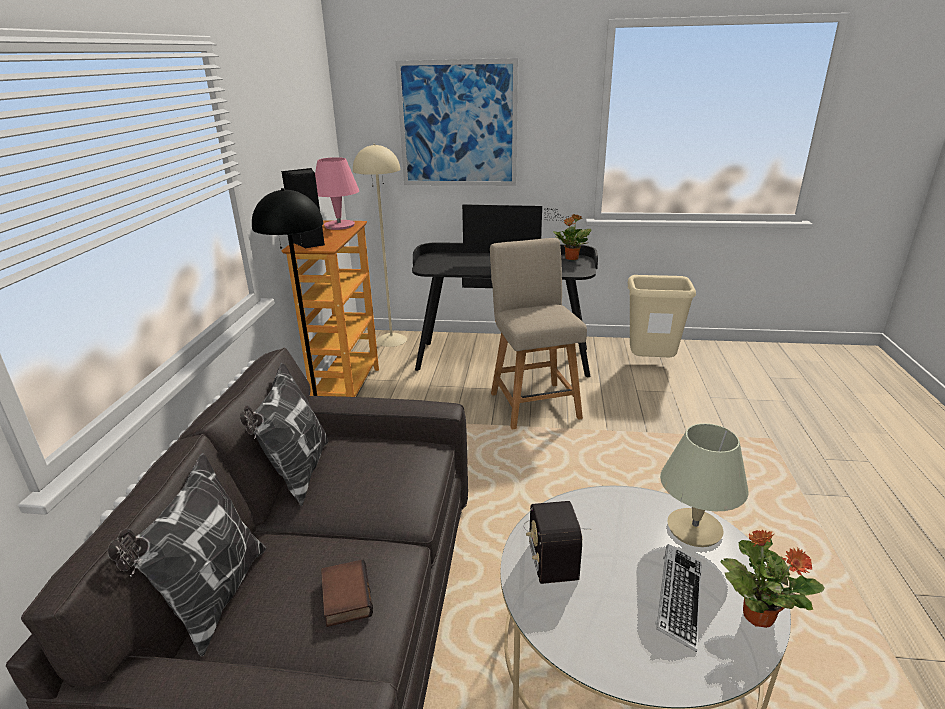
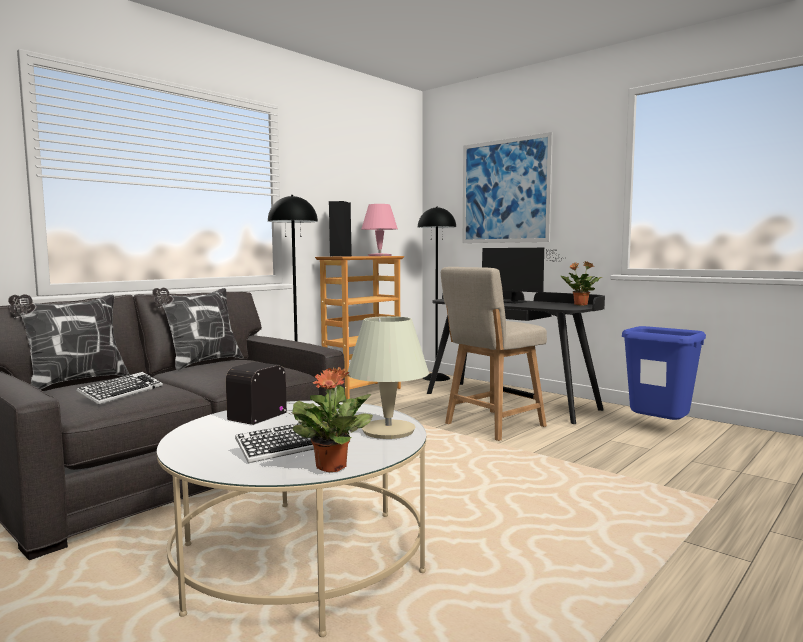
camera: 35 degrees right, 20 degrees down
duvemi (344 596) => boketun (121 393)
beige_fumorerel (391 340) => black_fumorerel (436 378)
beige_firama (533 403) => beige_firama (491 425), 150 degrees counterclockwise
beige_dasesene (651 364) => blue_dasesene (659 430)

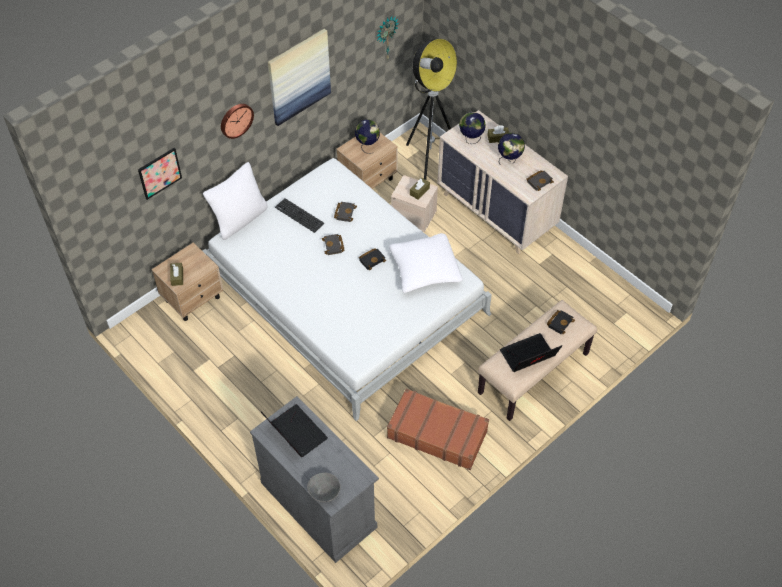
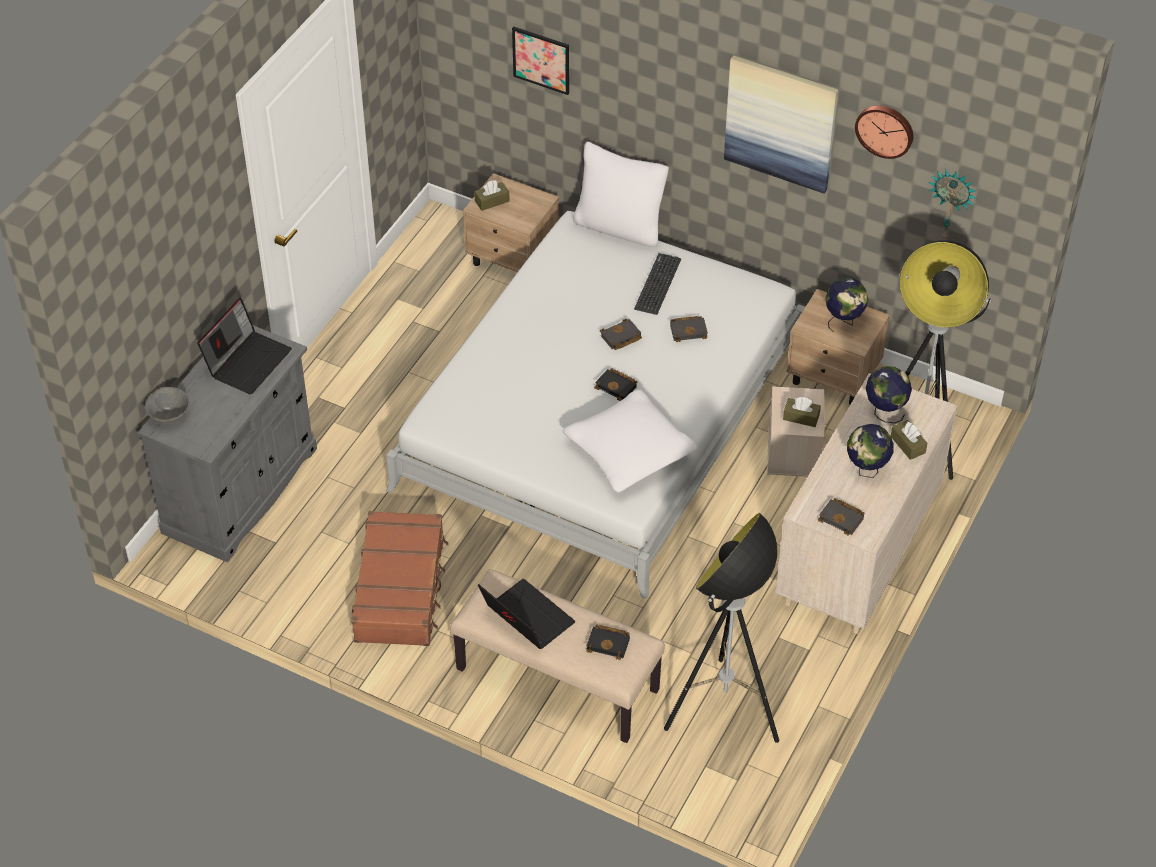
camera: 70 degrees right, 5 degrees down
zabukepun (235 120) => zabukepun (885 130), moved
nothing => fumorerel (724 712)

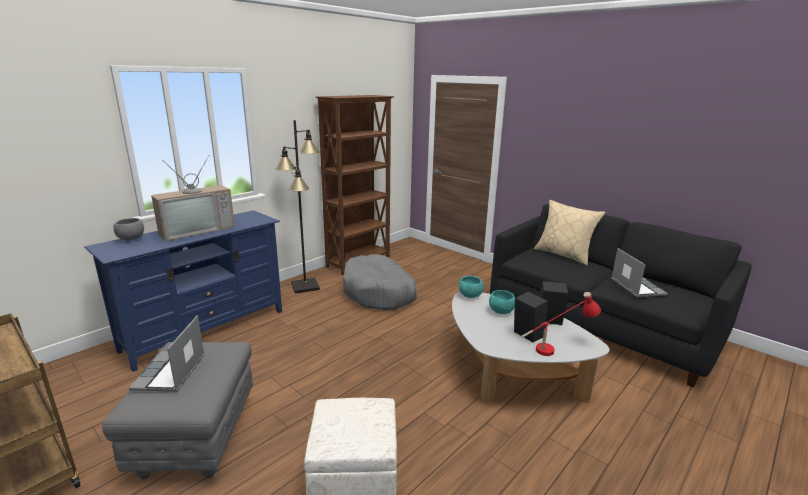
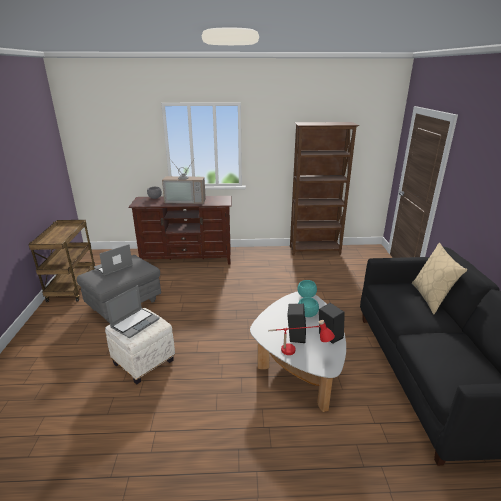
camera: 45 degrees right, 5 degrees up
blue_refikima (206 329) => brown_refikima (187 259)
black_fumorerel (305 286) => nothing
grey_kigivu (379 292) => nothing
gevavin (636 287) => gevavin (135 323), moved

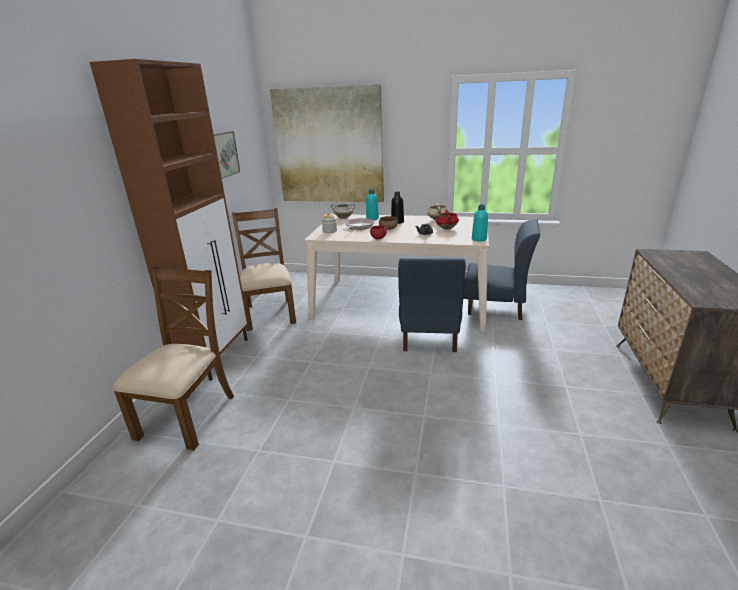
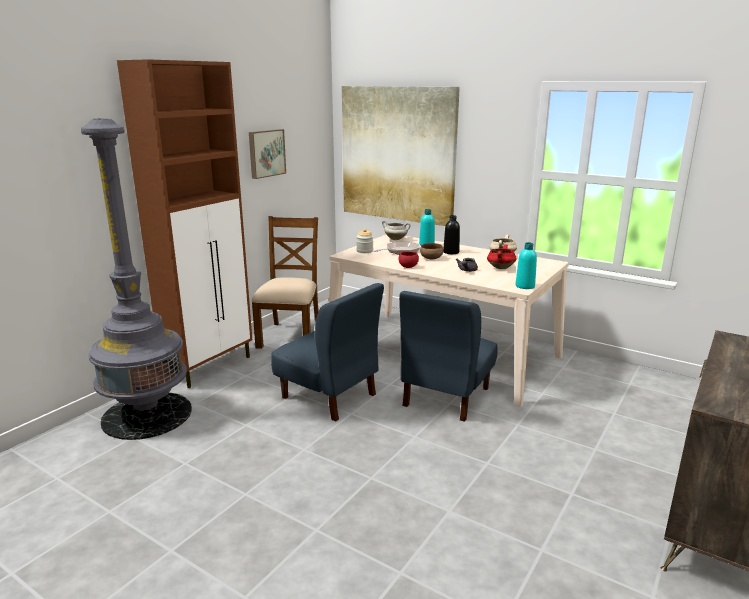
camera: 20 degrees right, 5 degrees down
brown_firama (188 416) => grey_fumorerel (147 415)
blue_firama (495 307) => blue_firama (329 396), moved

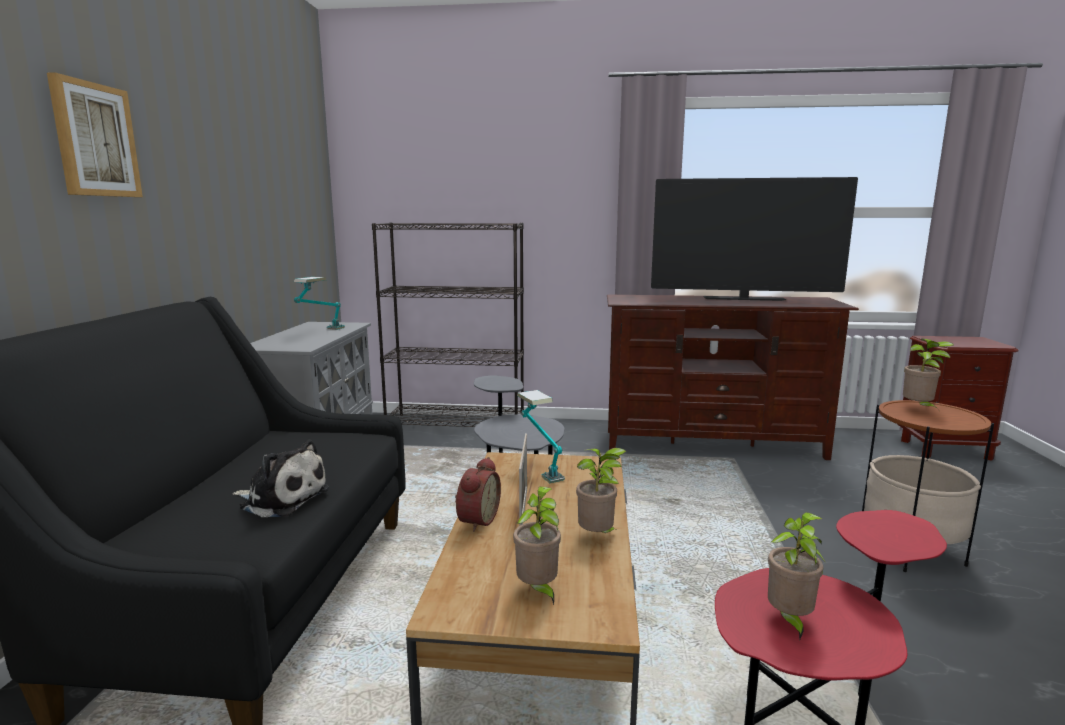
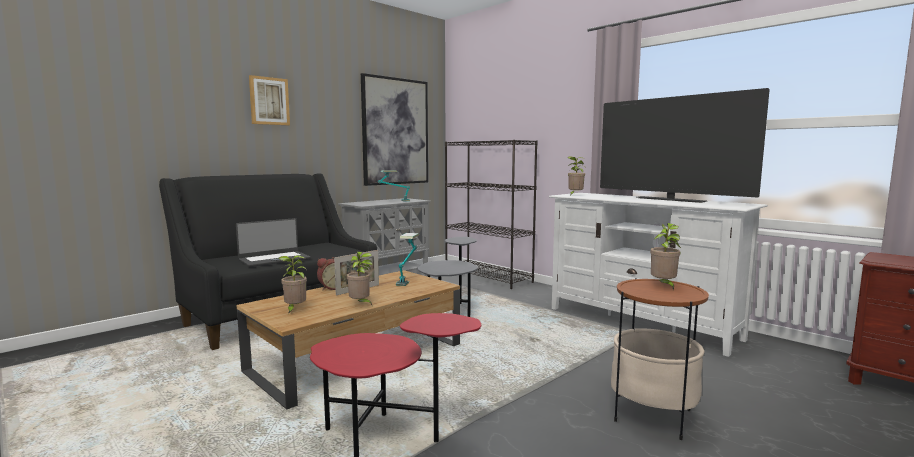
camera: 40 degrees right, 5 degrees down
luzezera (282 498) => gevavin (274 259)
brown_refikima (712 444) => white_refikima (641 323)
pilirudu (789 621) => pilirudu (574 195), moved
nothing => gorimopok (395 131)

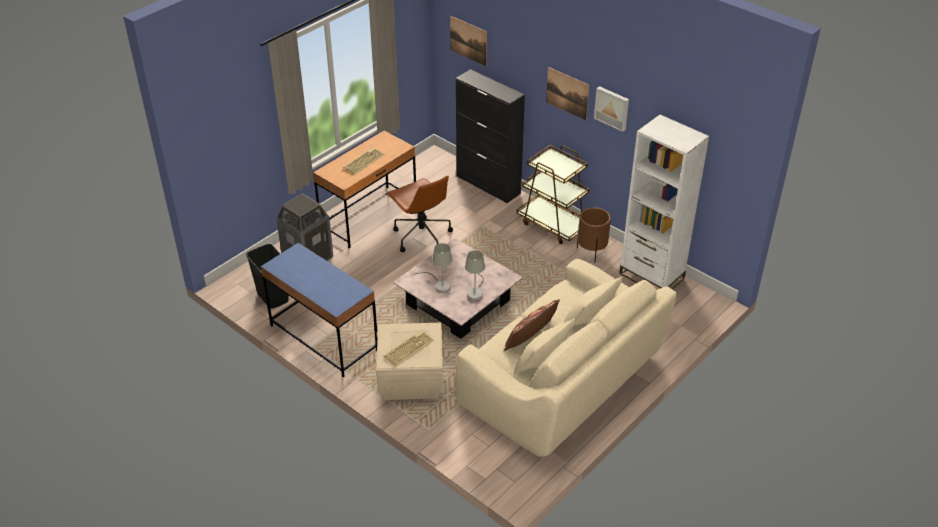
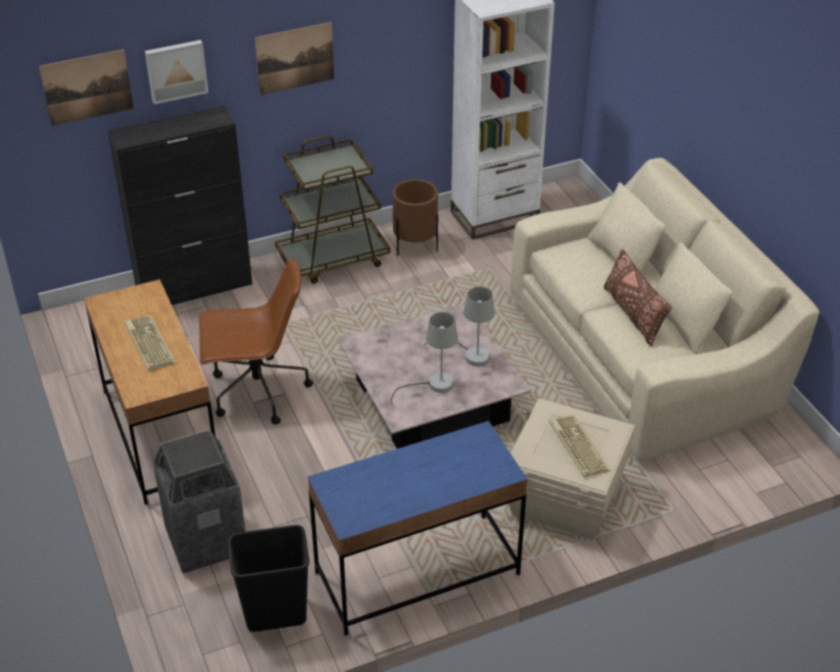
camera: 65 degrees left, 0 degrees up
gorimopok (612 108) => gorimopok (176 70), moved

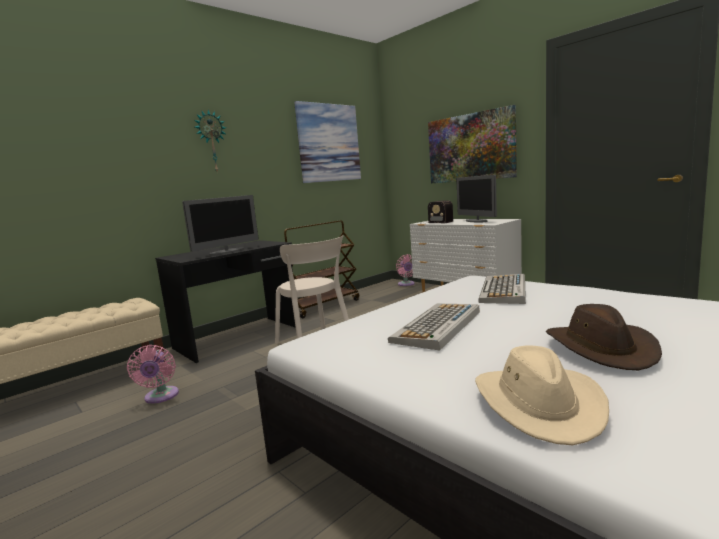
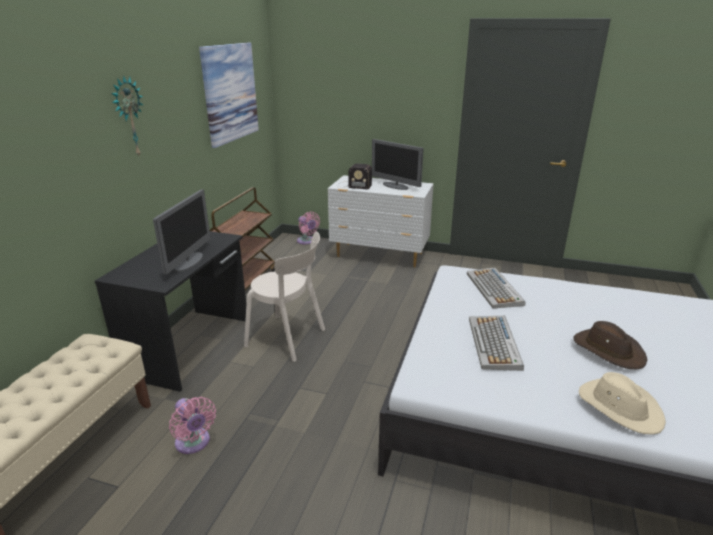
camera: 30 degrees left, 15 degrees up
gorimopok (470 147) => nothing

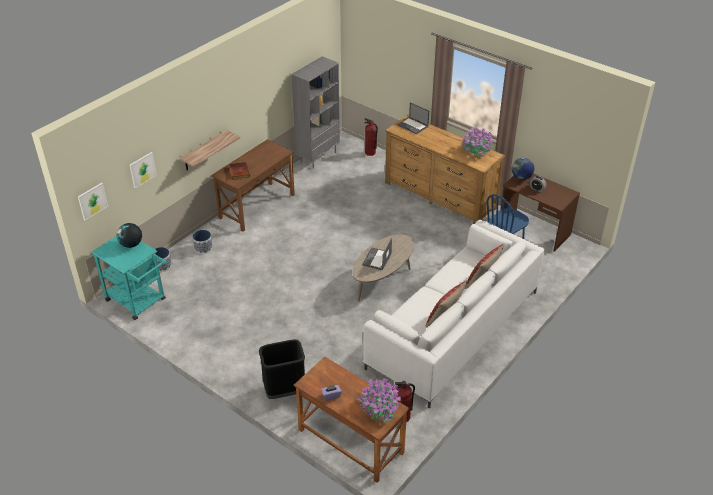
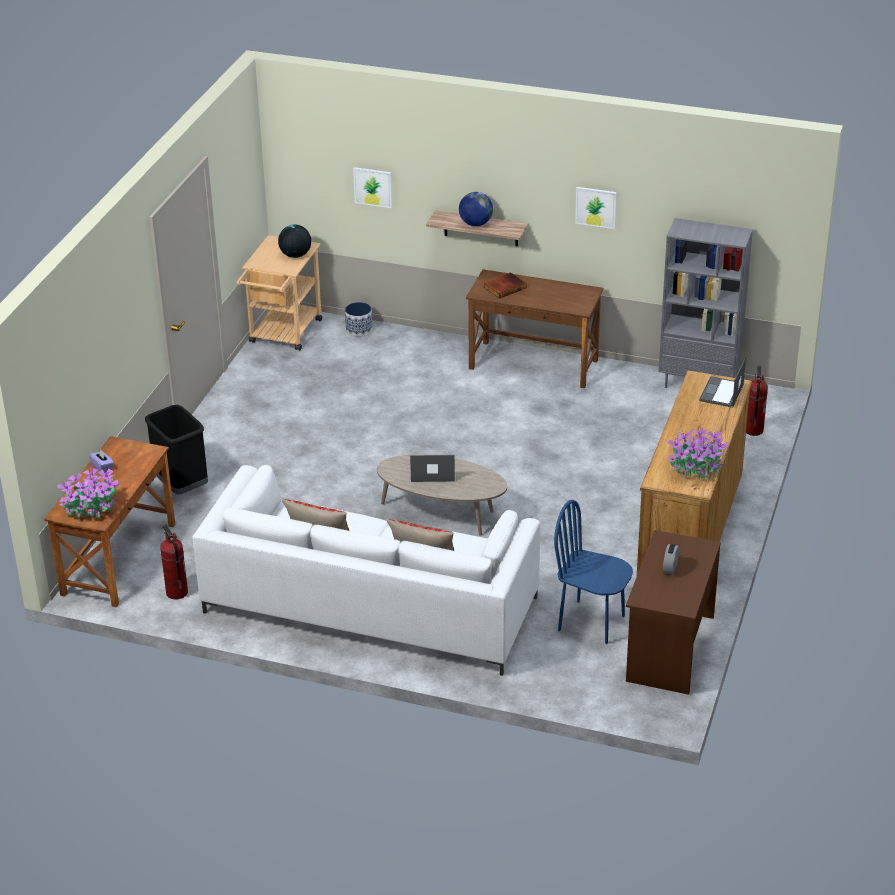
camera: 70 degrees right, 5 degrees down
gorimopok (92 201) => gorimopok (596 207), moved
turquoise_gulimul (139 302) => beige_gulimul (283 334)
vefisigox (203 248) => nothing
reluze (521 177) => reluze (475 224), moved

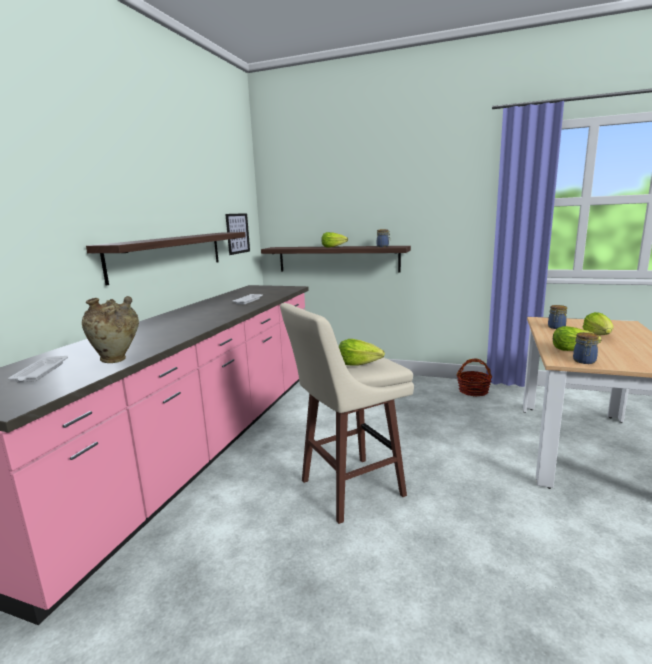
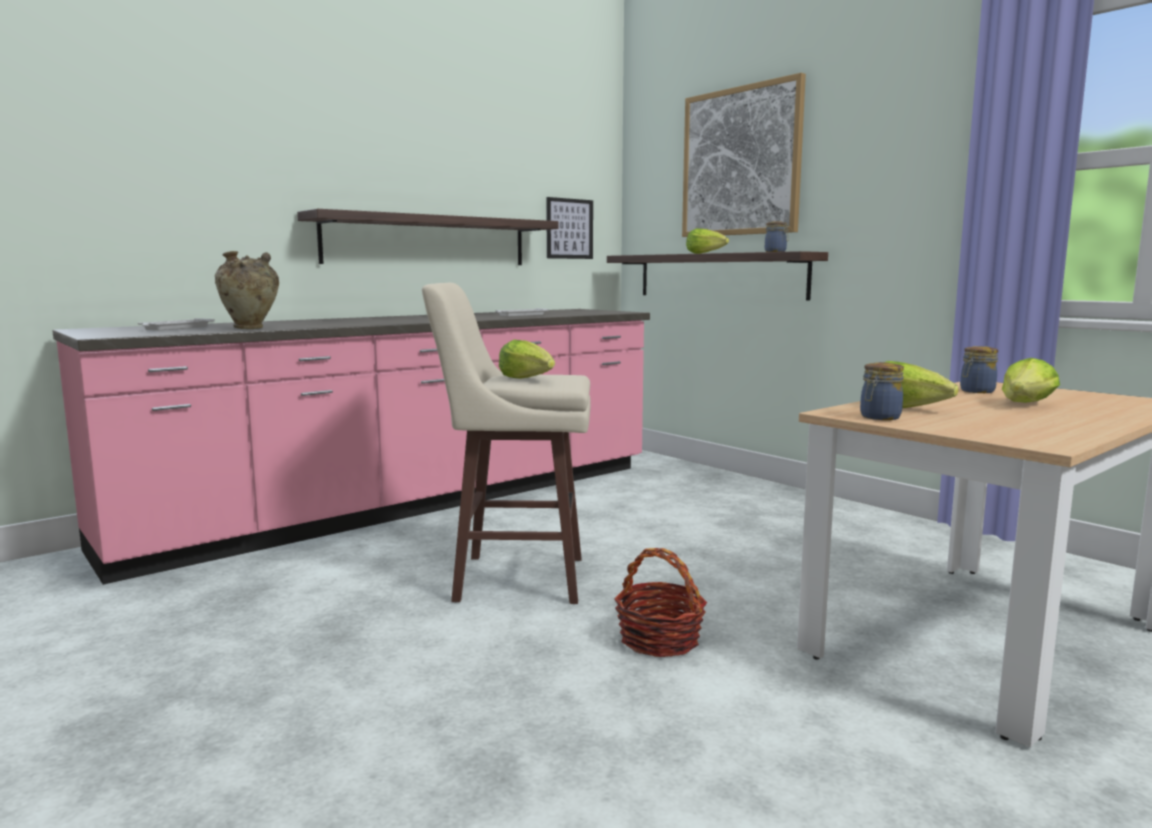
camera: 30 degrees right, 5 degrees down
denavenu (473 391) => denavenu (659 640), moved
nothing => gorimopok (741 162)

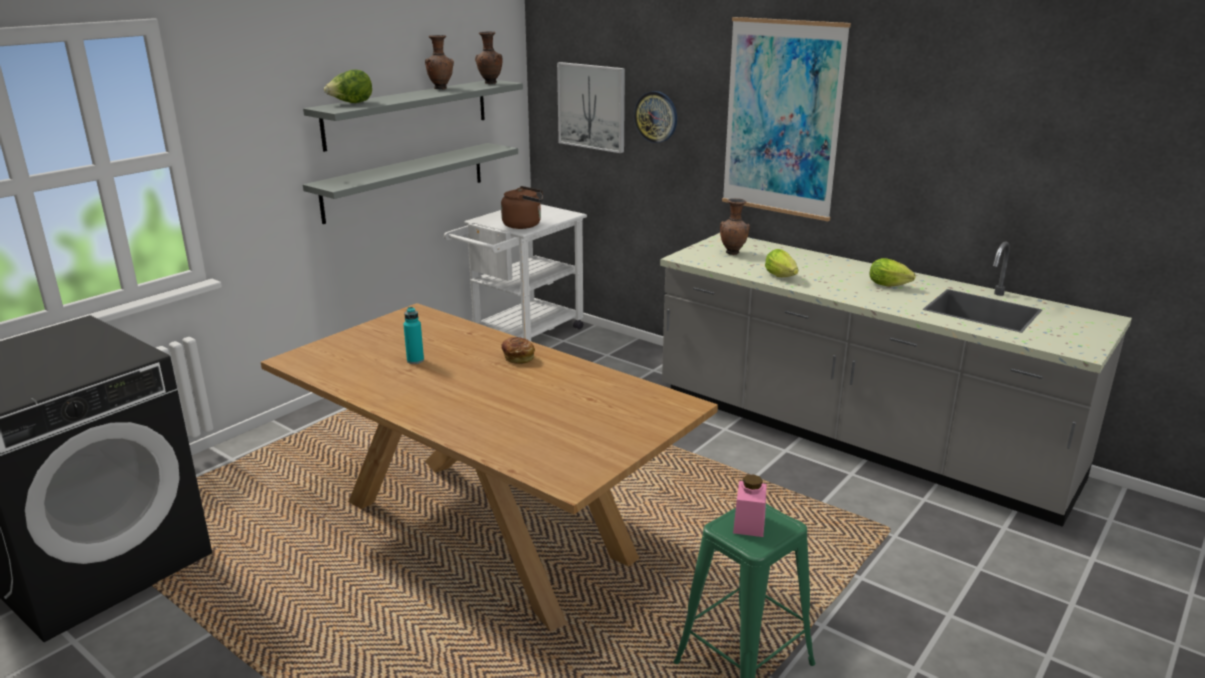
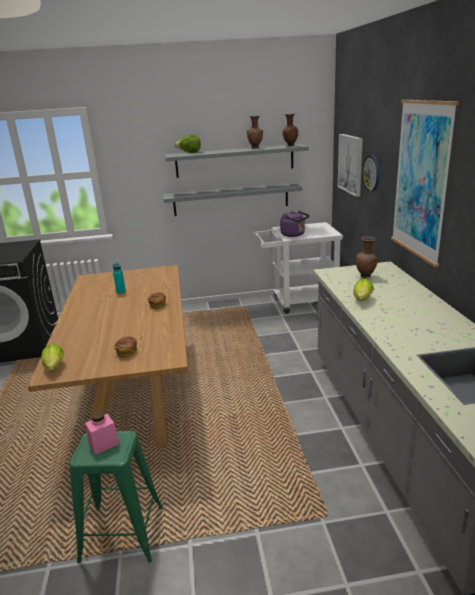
camera: 45 degrees right, 0 degrees up
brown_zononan (524 225) => purple_zononan (294 235)
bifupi (891 286) => bifupi (54 368), moved
nothing => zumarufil (127 352)

